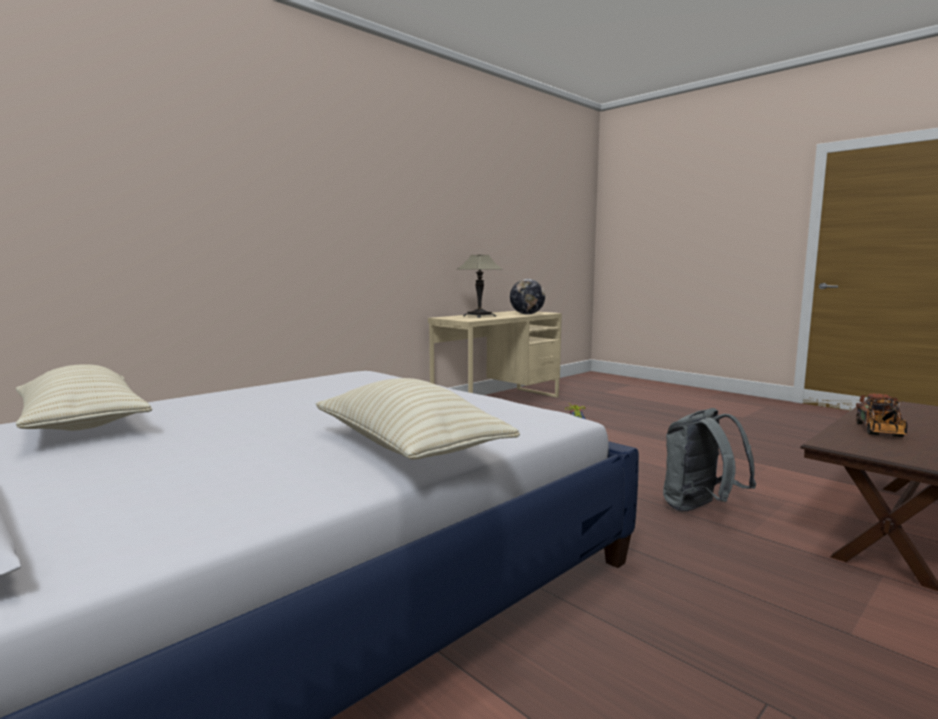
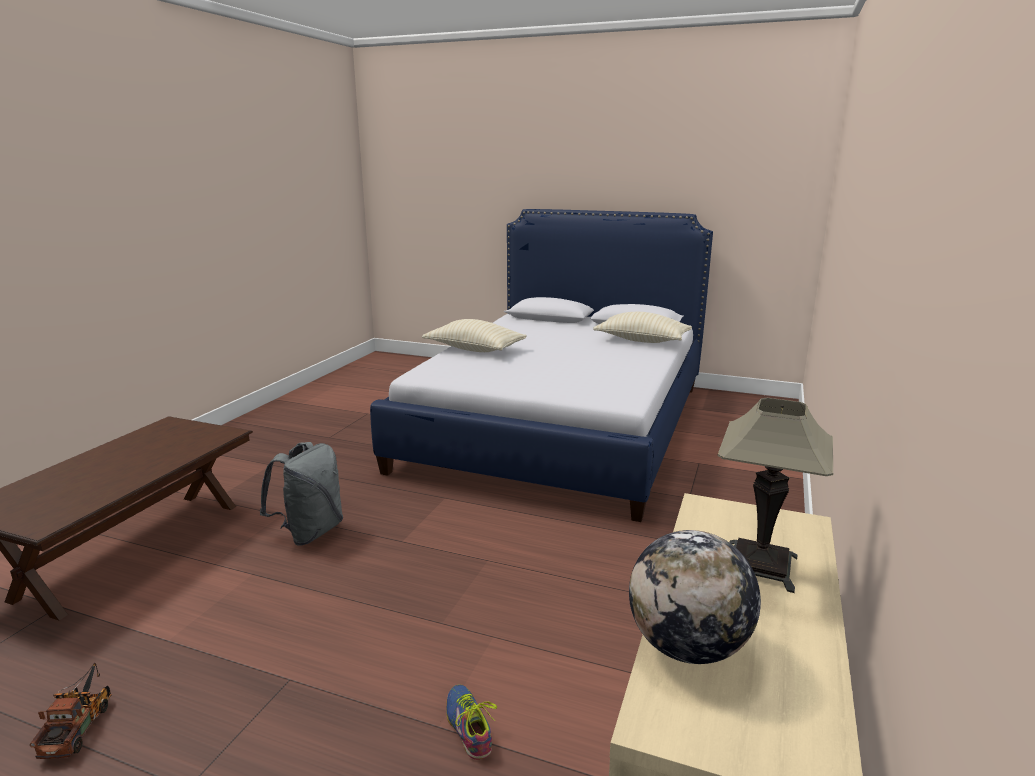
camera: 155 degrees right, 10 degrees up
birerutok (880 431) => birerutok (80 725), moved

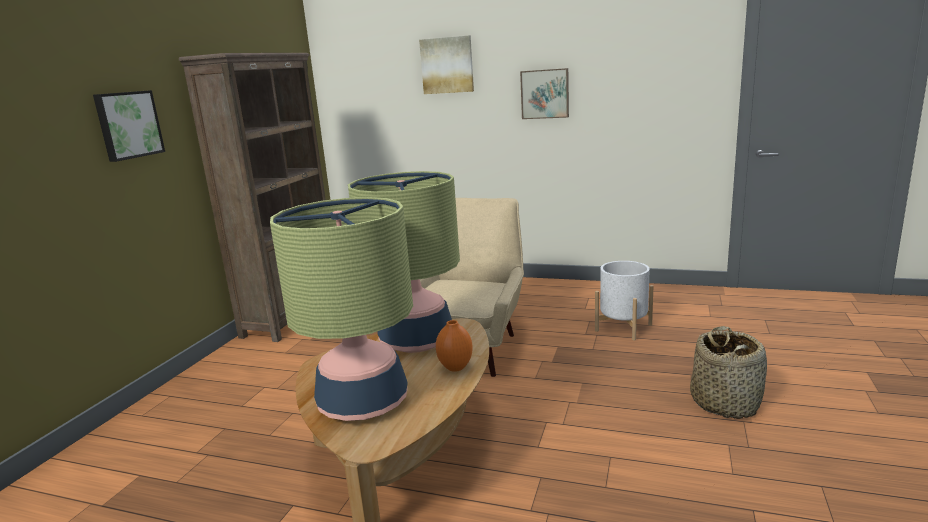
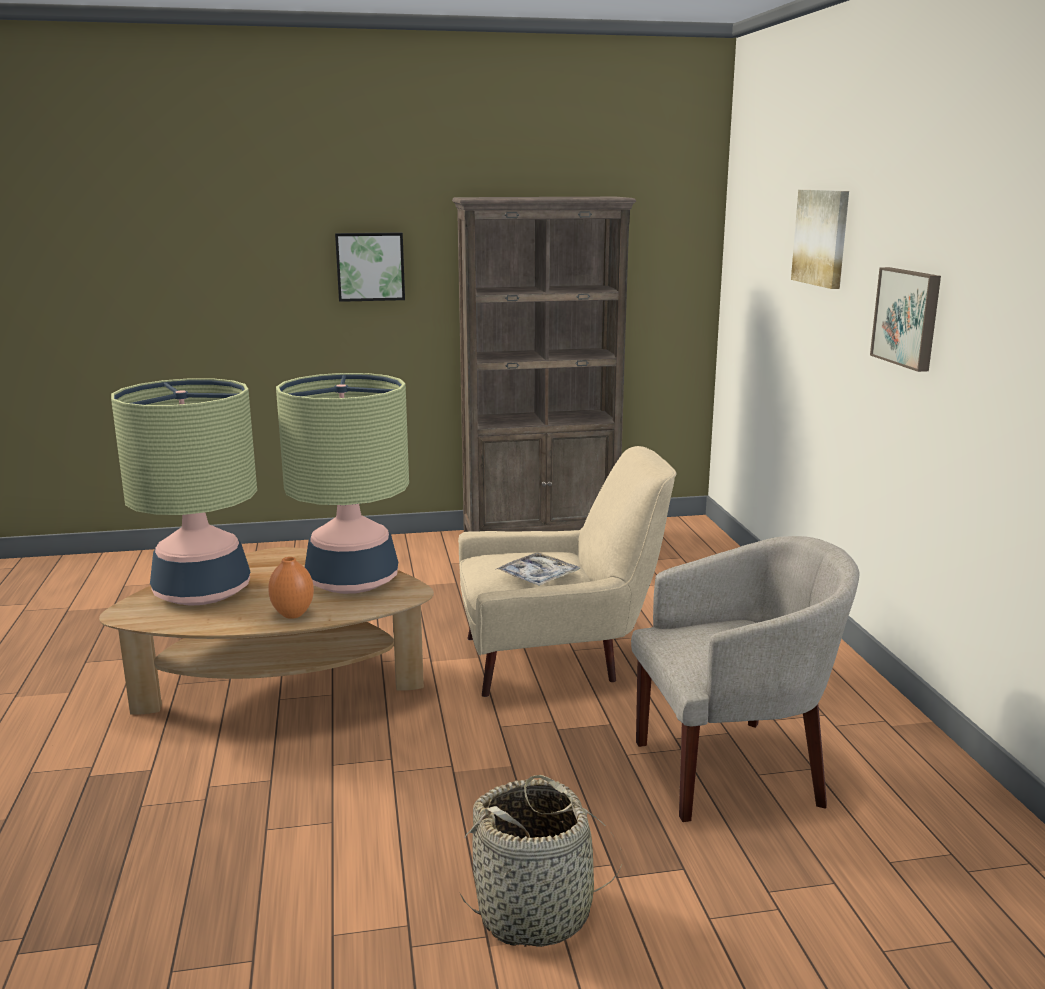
camera: 60 degrees right, 0 degrees up
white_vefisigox (623 327) => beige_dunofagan (733 770)
nothing => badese (538 577)

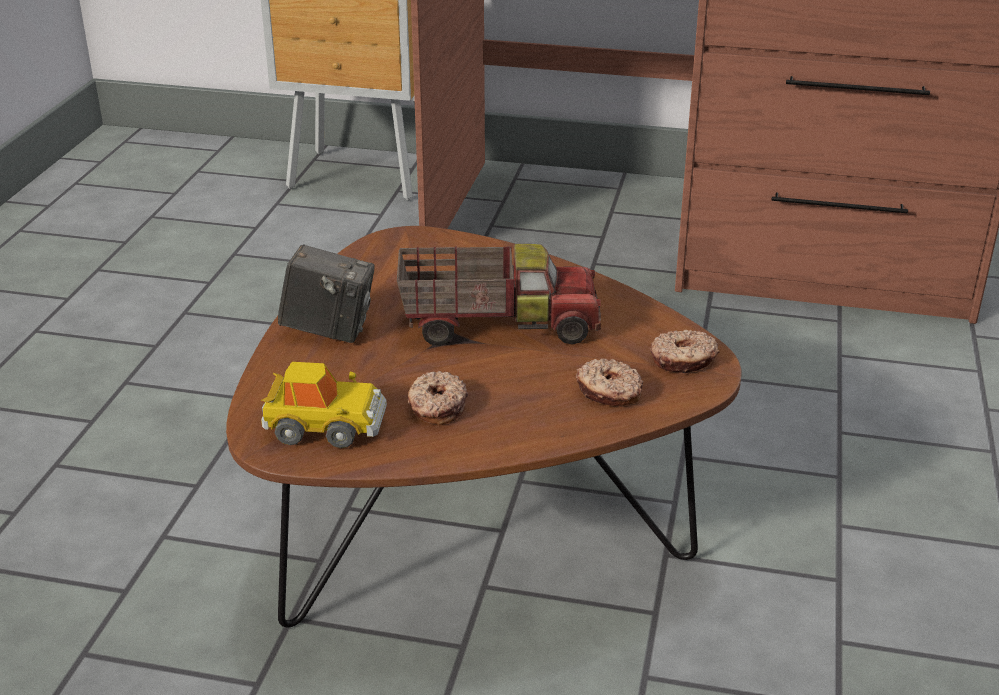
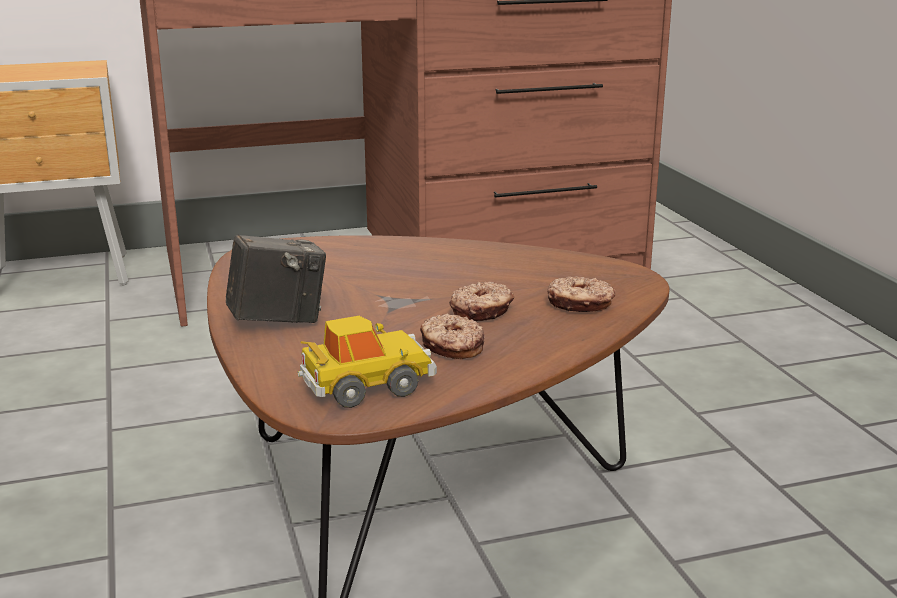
camera: 30 degrees left, 10 degrees down
birerutok (498 325) => nothing
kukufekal (683 360) => kukufekal (482 311), moved

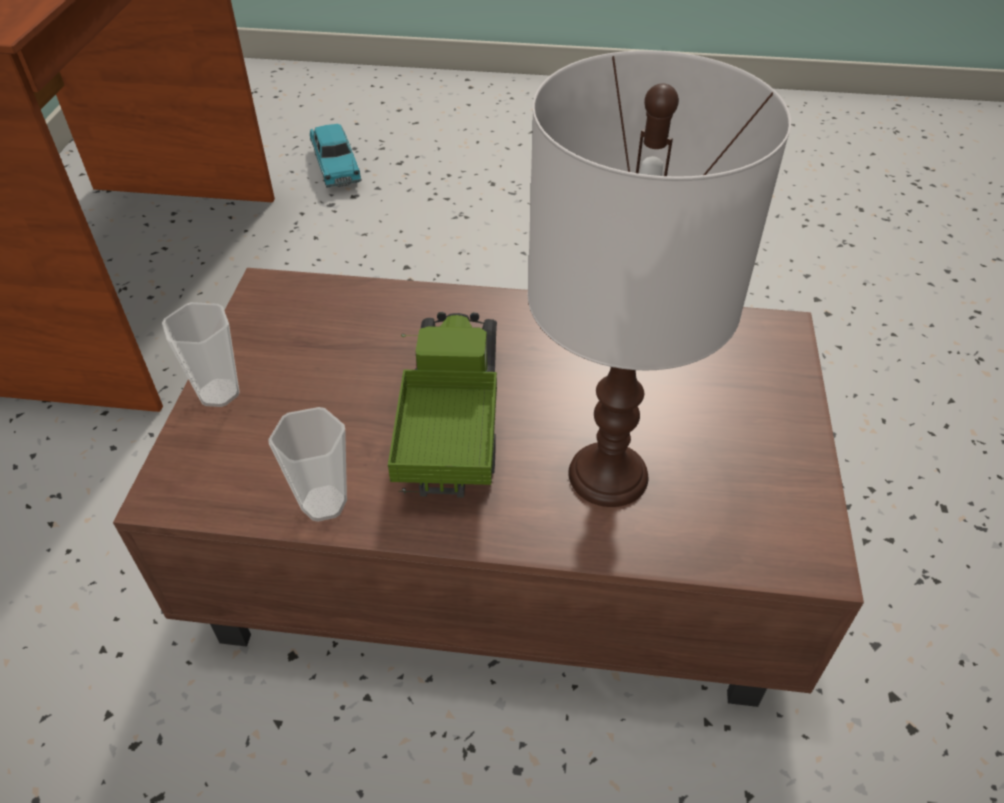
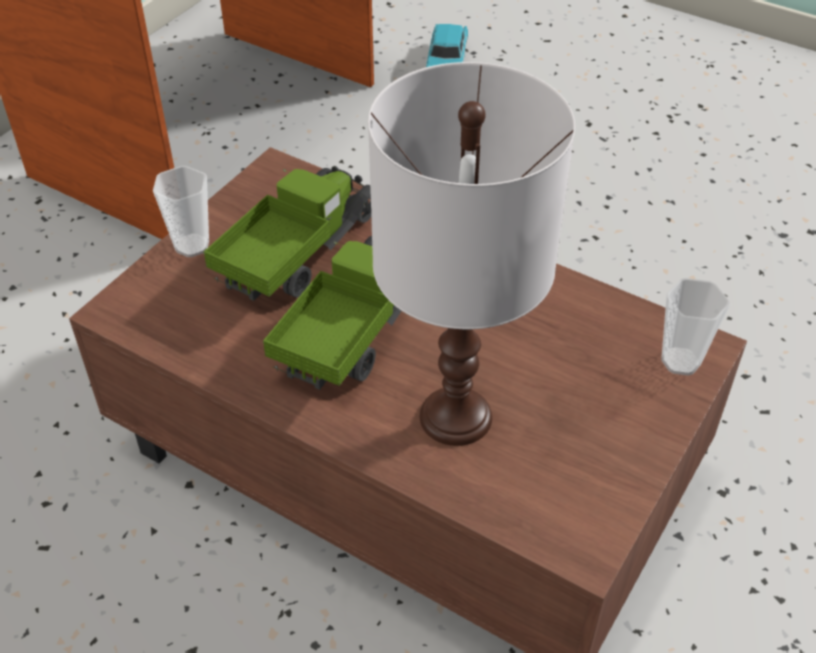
camera: 25 degrees right, 0 degrees up
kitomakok (324 503) => kitomakok (680 361), moved
nothing => birerutok (298 253)

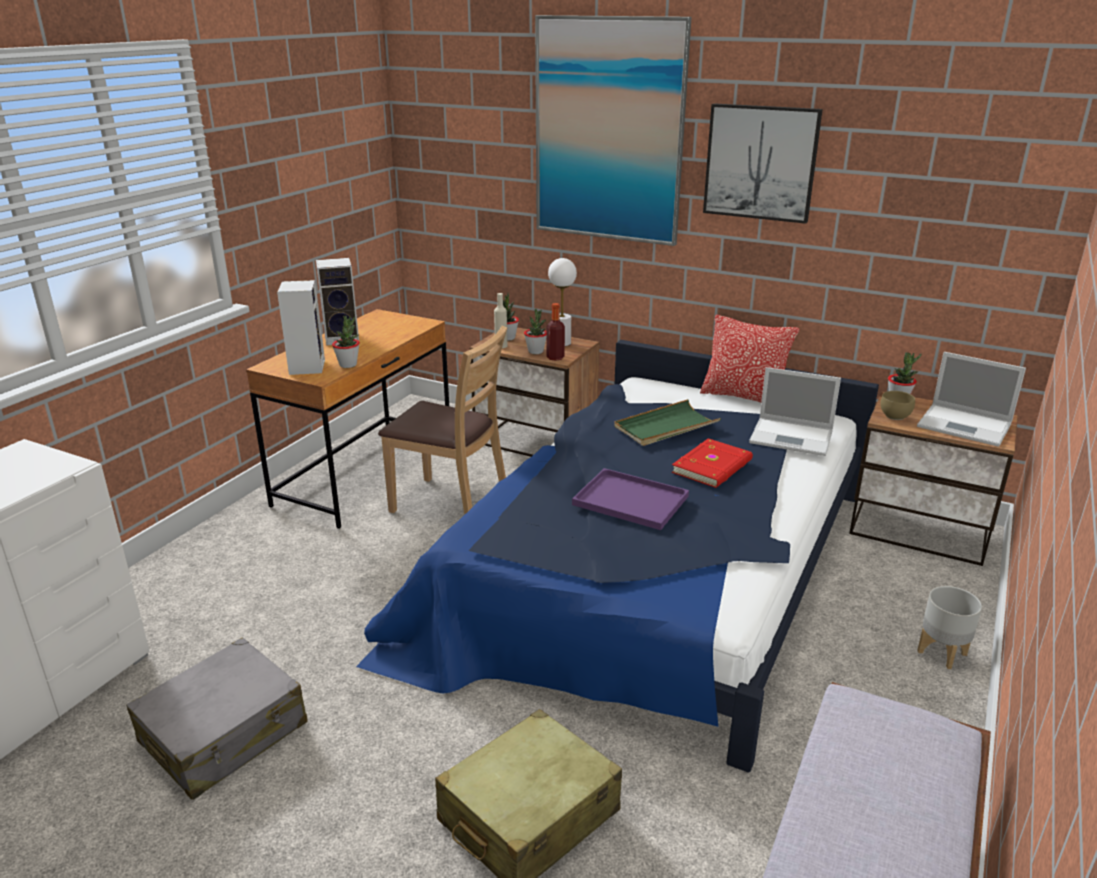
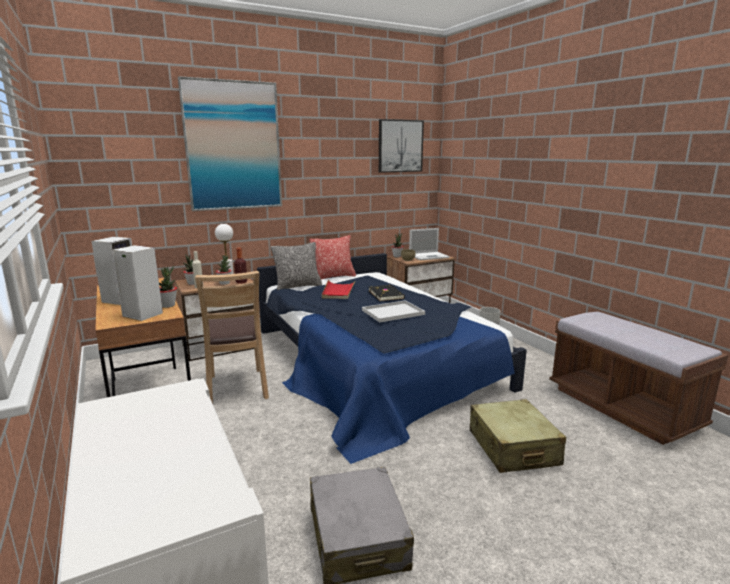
camera: 55 degrees left, 10 degrees down
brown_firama (451 504) => brown_firama (237 387), 105 degrees clockwise
purple_badese (628 500) => white_badese (392 313)
green_badese (665 426) => red_badese (338 291)
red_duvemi (713 467) => black_duvemi (386 295)
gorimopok (760 162) => gorimopok (400 146), moved
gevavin (793 437) => nothing
nothing => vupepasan (298 287)

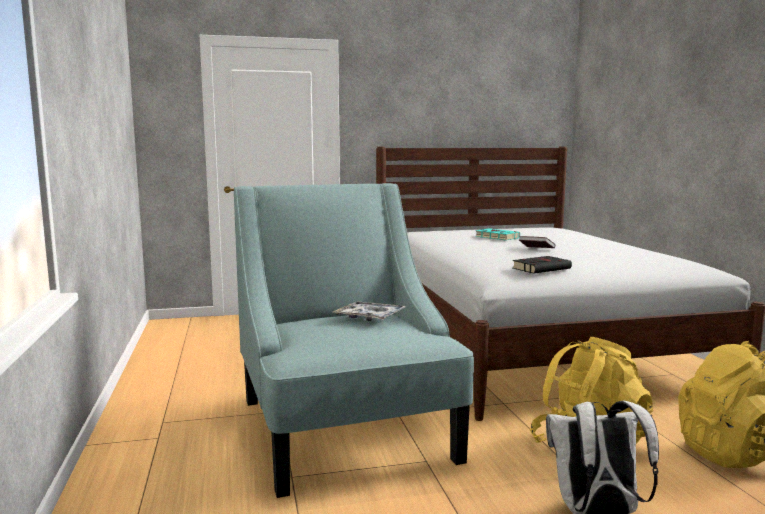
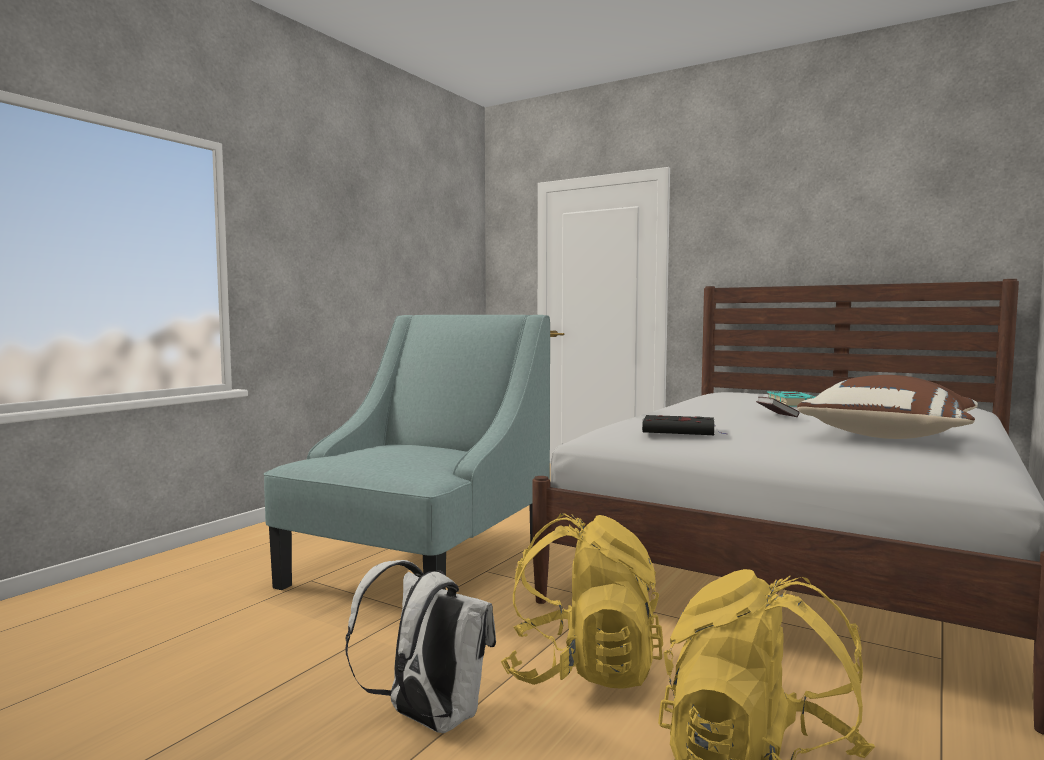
camera: 45 degrees right, 5 degrees down
badese (369 317) => nothing
nothing => brown_vupepasan (889 436)

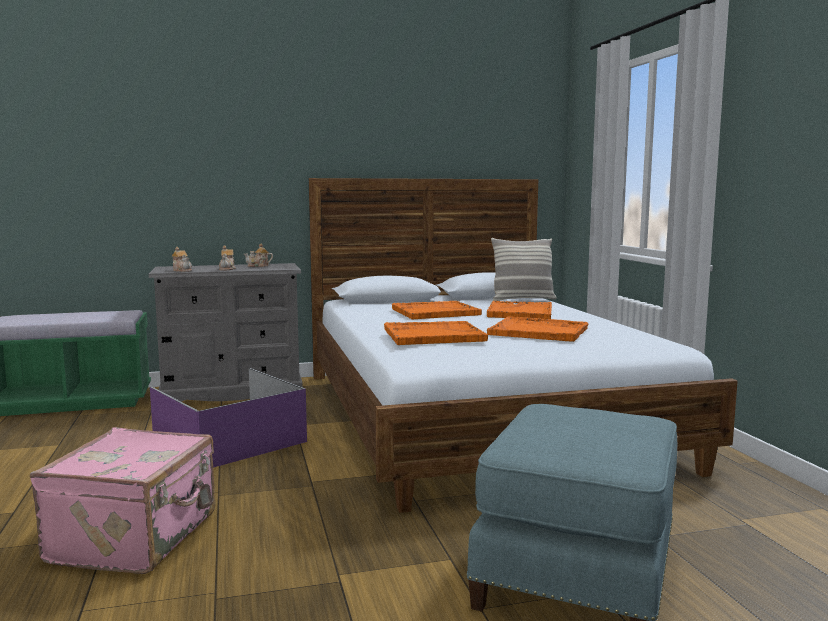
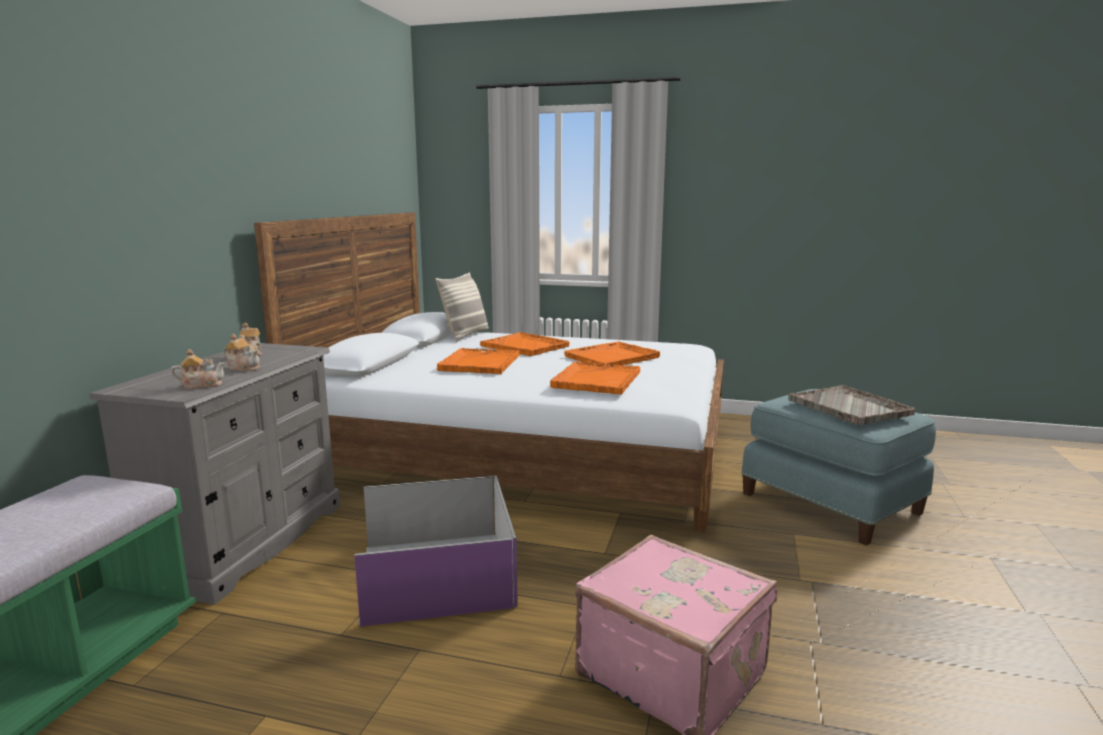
camera: 60 degrees left, 5 degrees up
nothing => grey_badese (849 407)

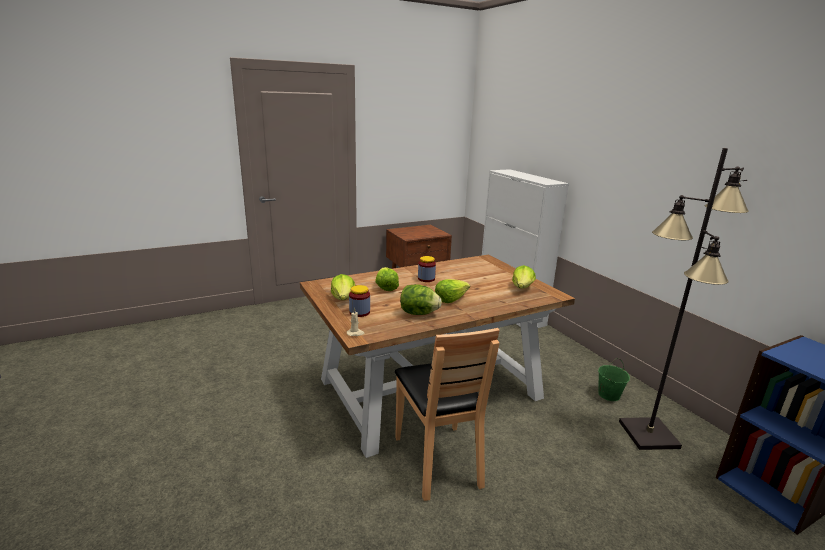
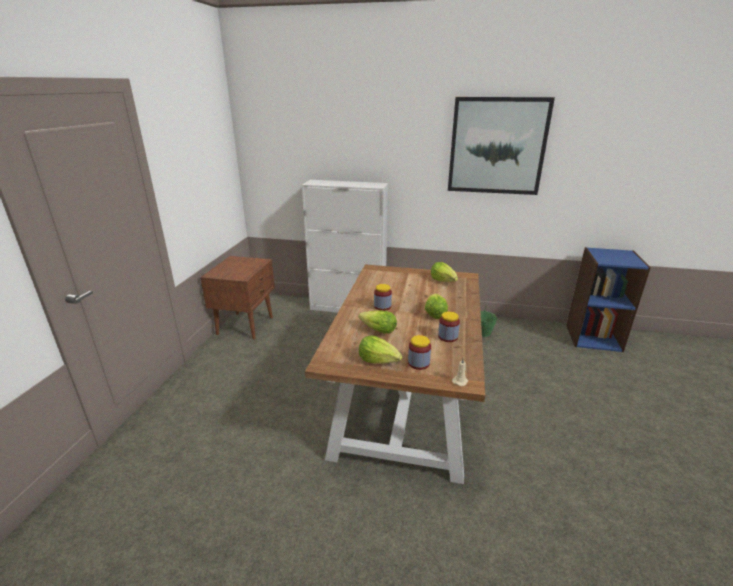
camera: 50 degrees left, 5 degrees up
brown_firama (438 460) => nothing
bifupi (418 313) => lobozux (448 337)
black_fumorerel (649 435) => nothing
nothing => gorimopok (497 146)

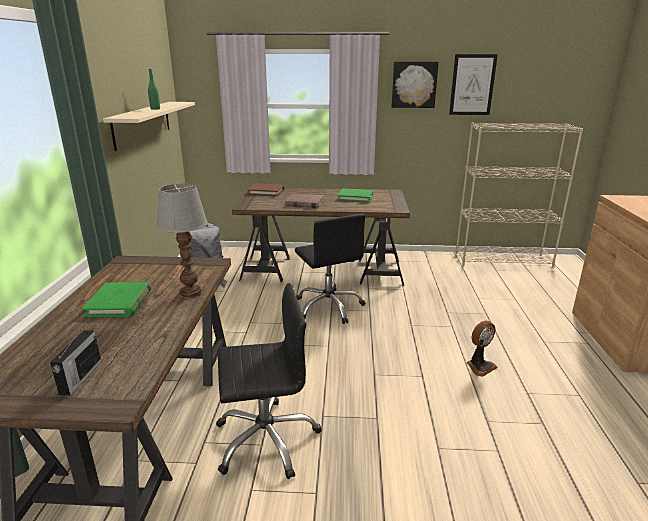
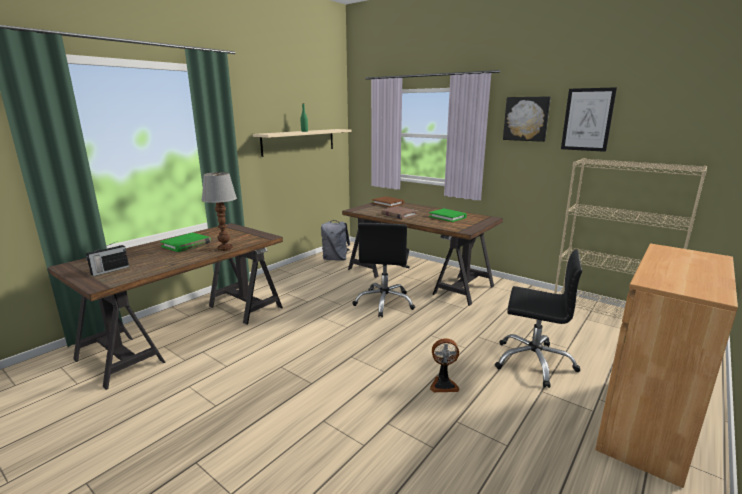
camera: 35 degrees right, 5 degrees down
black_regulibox (266 439) => black_regulibox (533 362), moved

